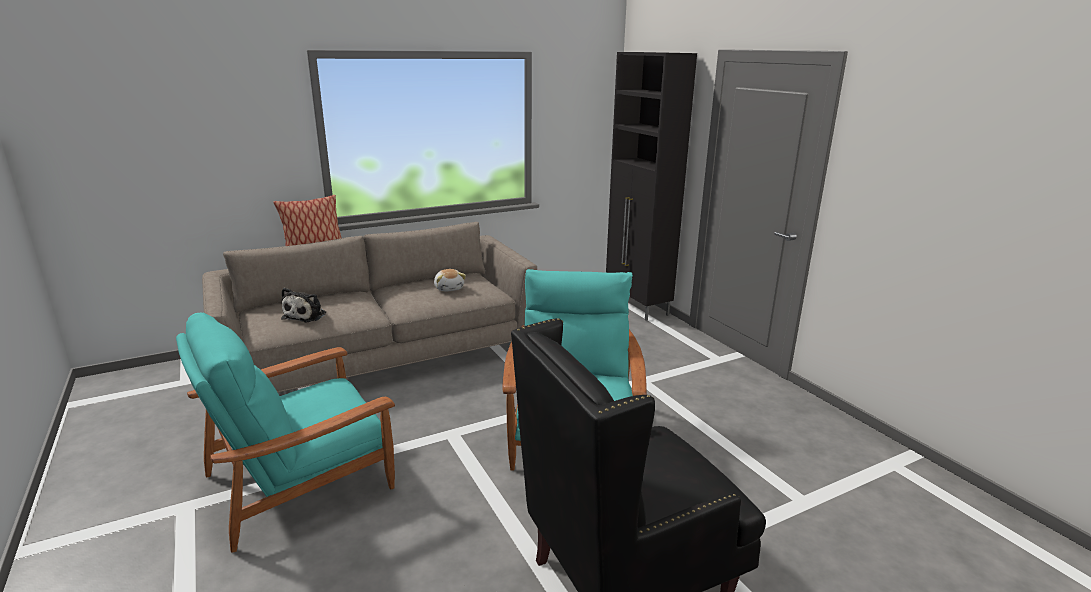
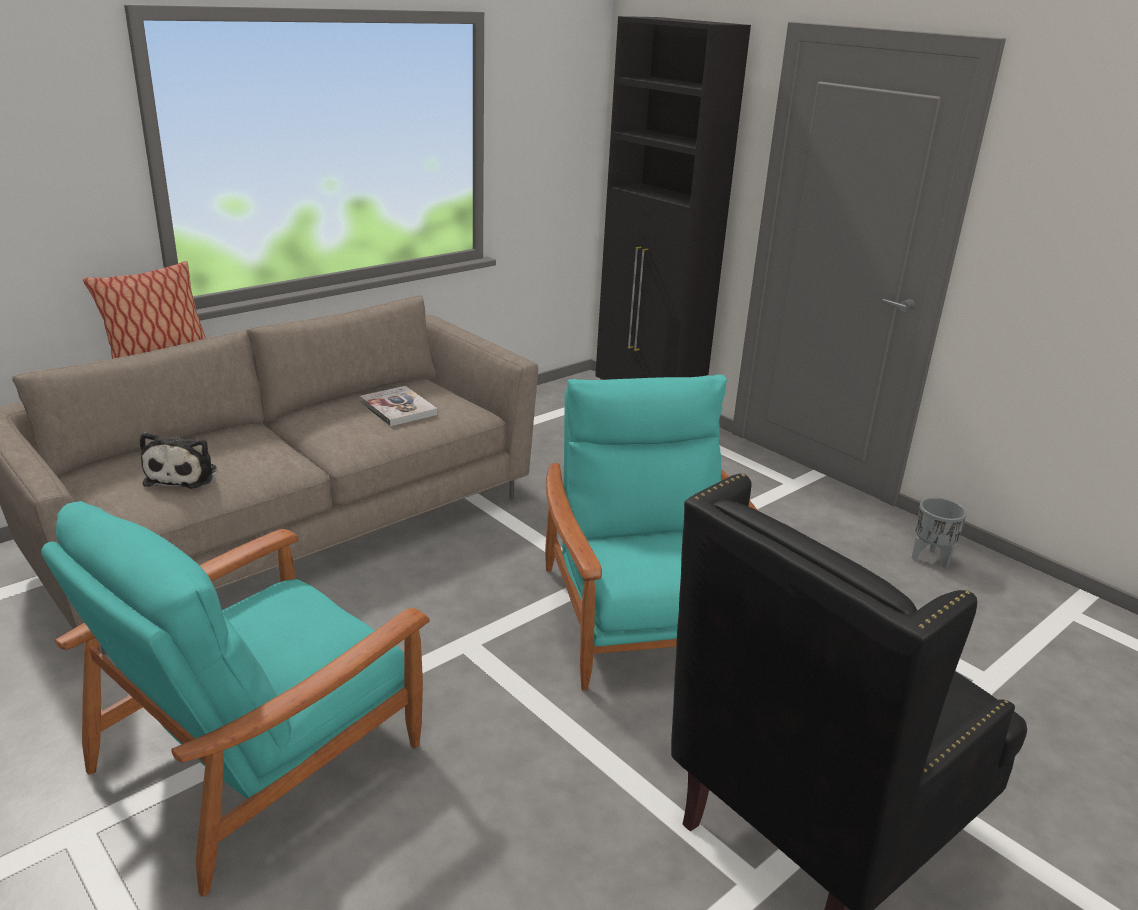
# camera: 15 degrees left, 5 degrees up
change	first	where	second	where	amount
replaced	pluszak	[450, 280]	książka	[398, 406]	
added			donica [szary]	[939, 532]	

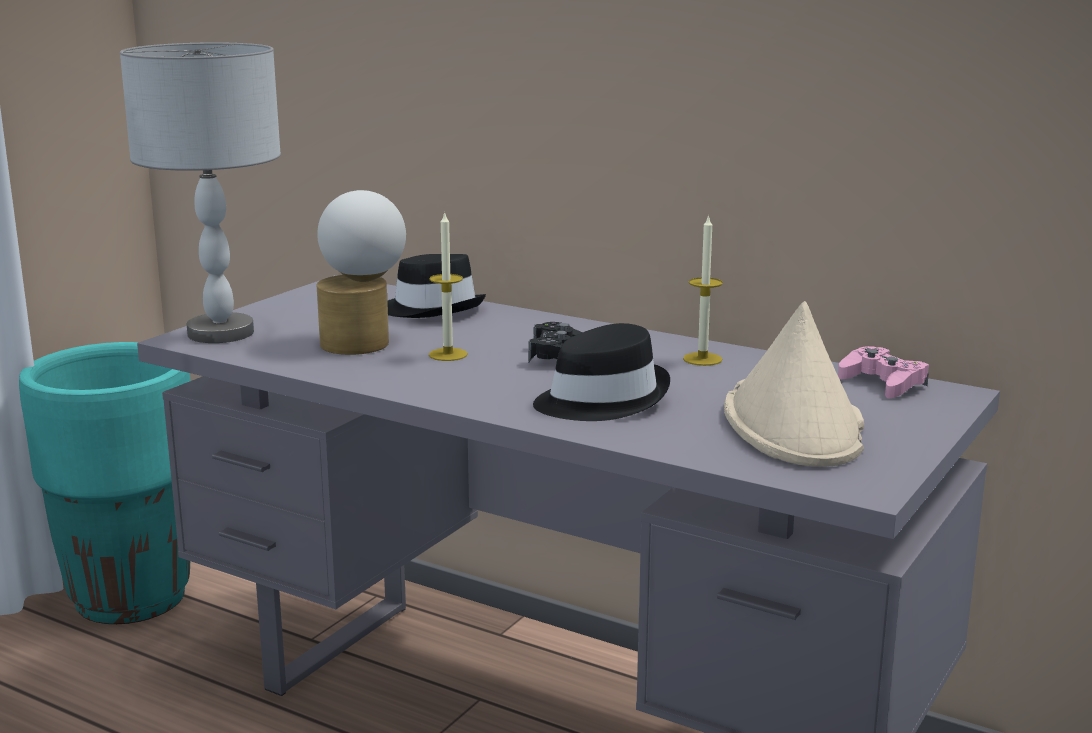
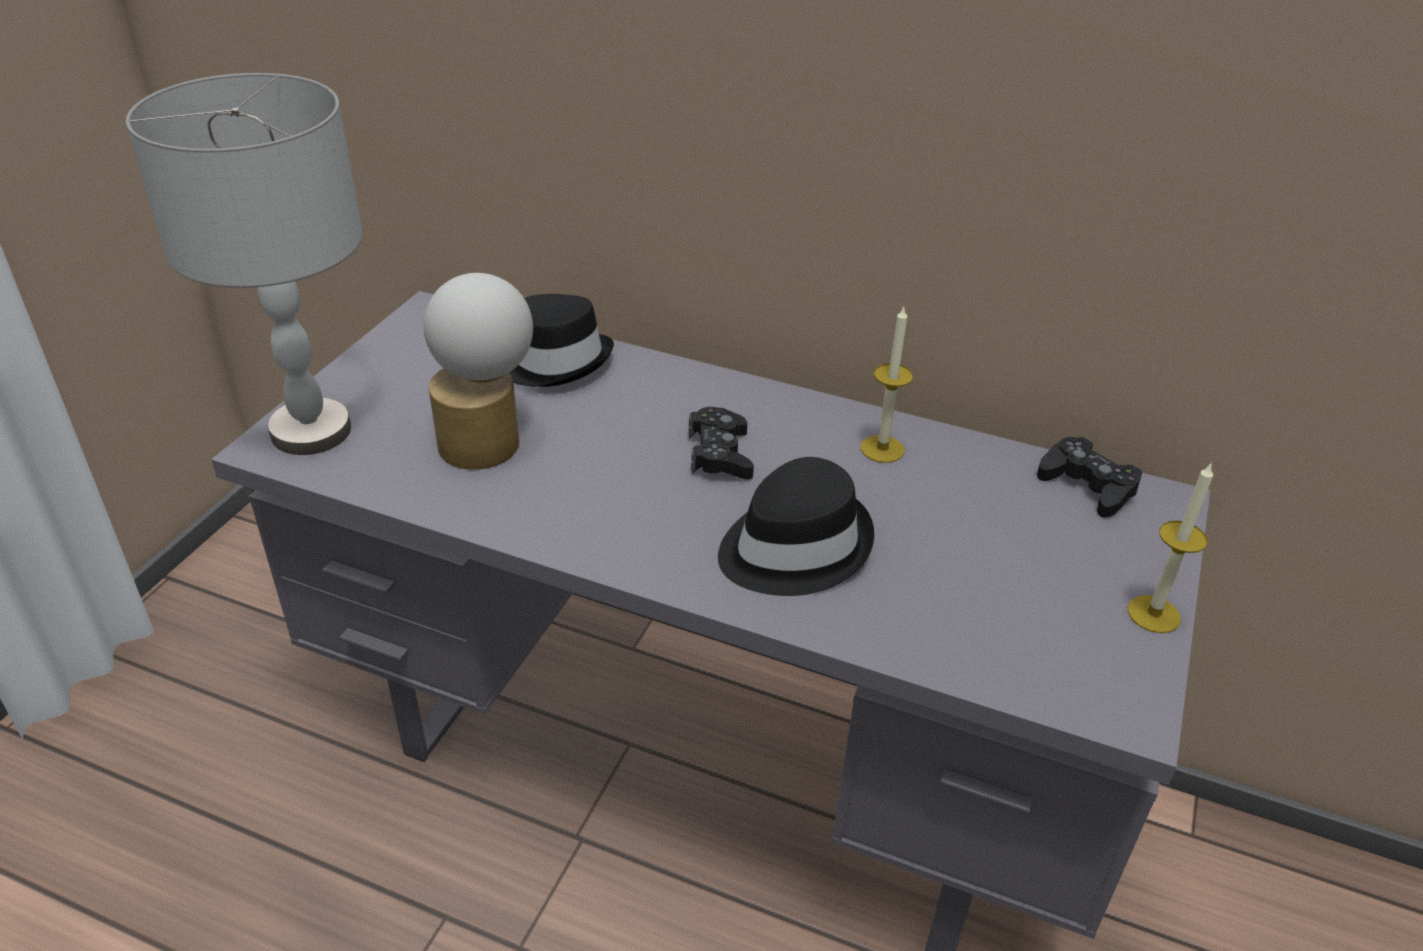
# camera: 10 degrees left, 20 degrees up
change	first	where	second	where	amount
moved	świeca	[448, 286]		[1170, 547]	
removed	kapelusz [beżowy]	[794, 384]			
removed	donica [turkusowy]	[105, 483]			
recoloured	pad do gier [różowy]	[883, 372]	pad do gier [czarny]	[1090, 477]	

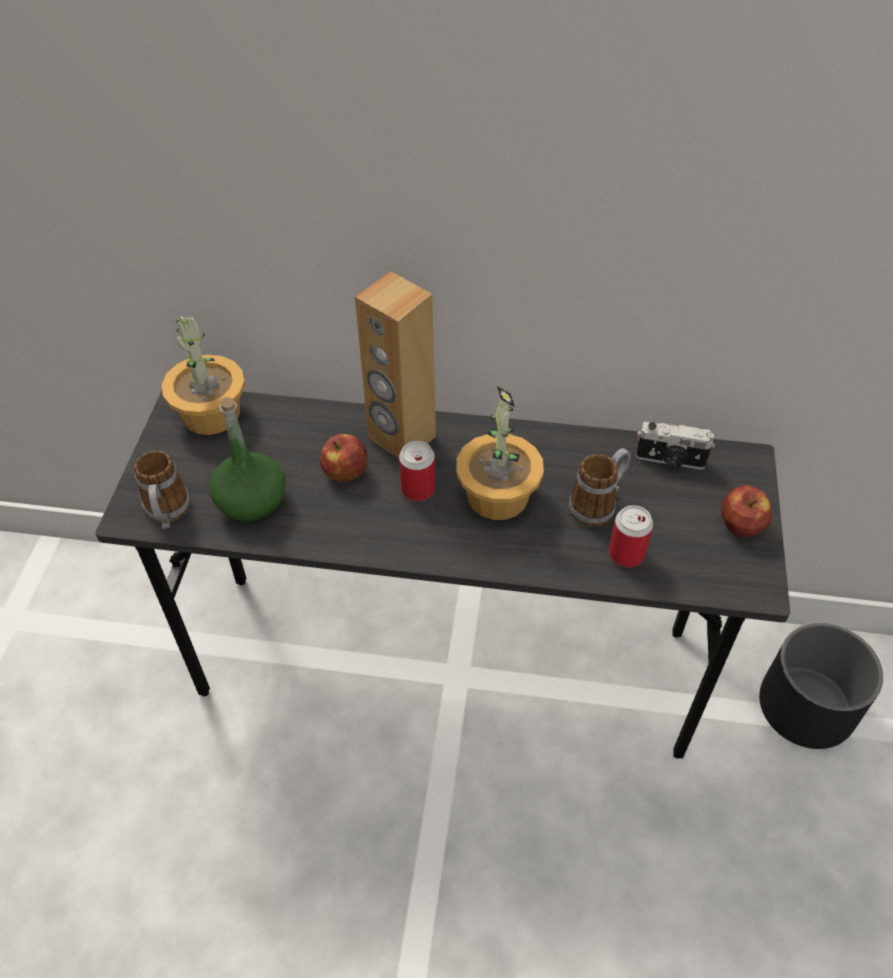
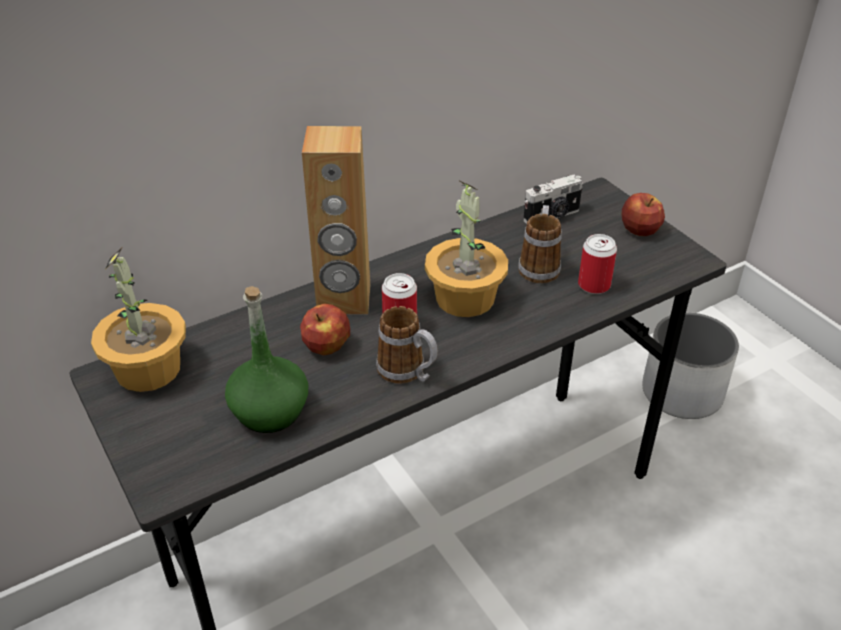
# camera: 40 degrees left, 10 degrees down
change	first	where	second	where	amount
moved	kubek	[162, 490]		[407, 344]	
recoloured	donica [czarny]	[821, 686]	donica [biały]	[691, 365]	

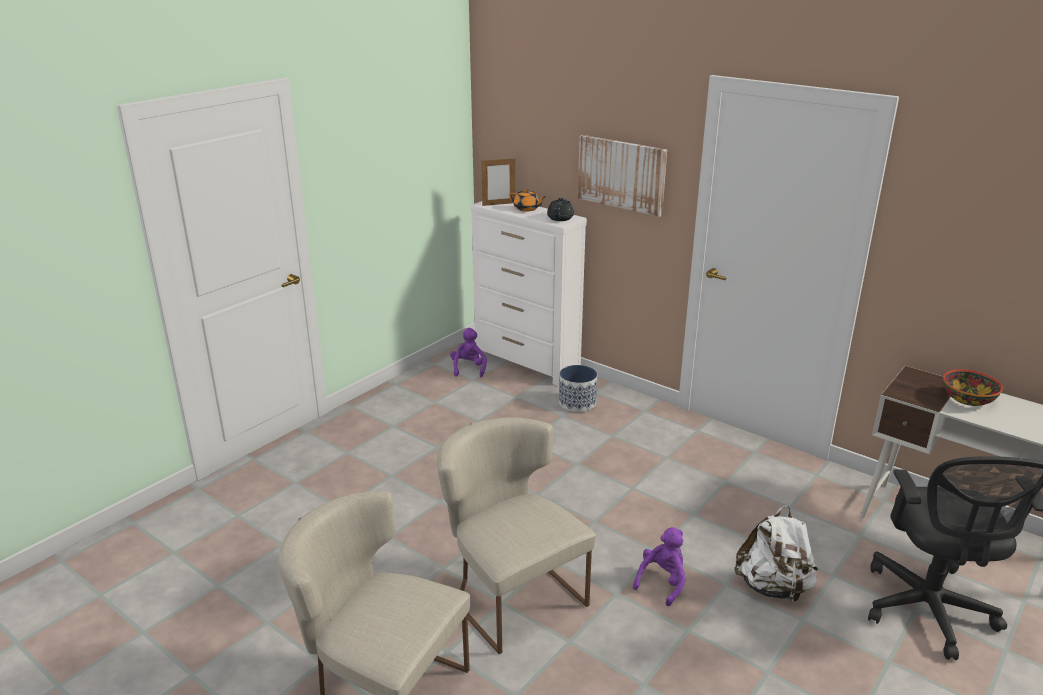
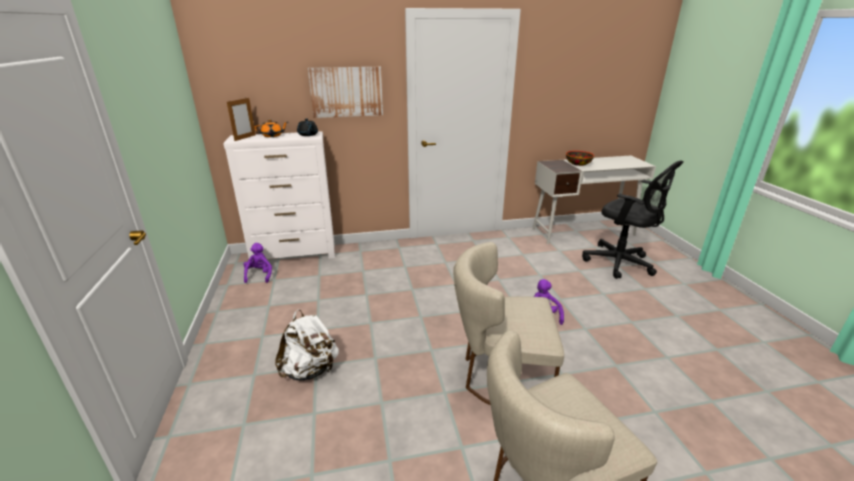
# camera: 50 degrees left, 0 degrees up
change	first	where	second	where	amount
turned	pluszak [fioletowy]	[468, 352]		[257, 263]	45 degrees clockwise
removed	donica	[578, 388]			
moved	plecak [biały]	[776, 554]		[307, 345]	

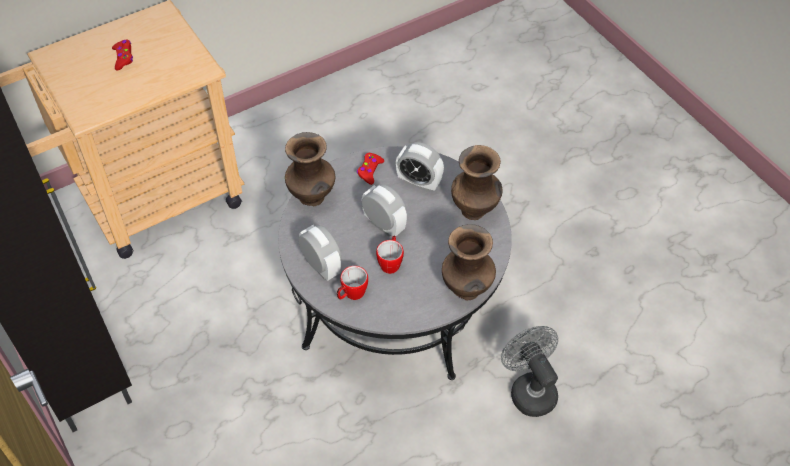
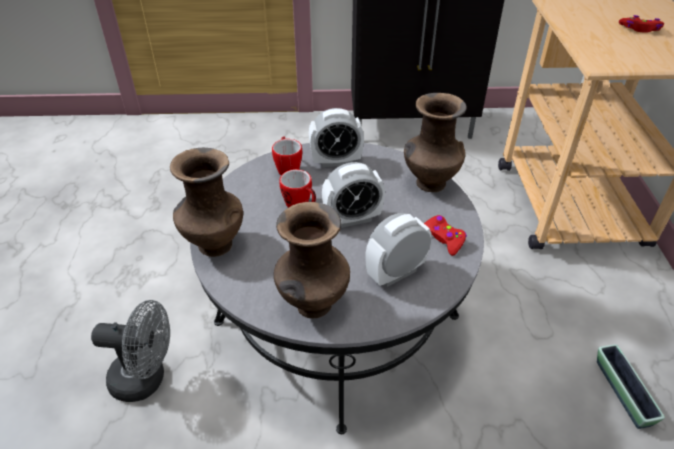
# camera: 120 degrees right, 10 degrees down
change	first	where	second	where	amount
added			donica	[631, 386]	

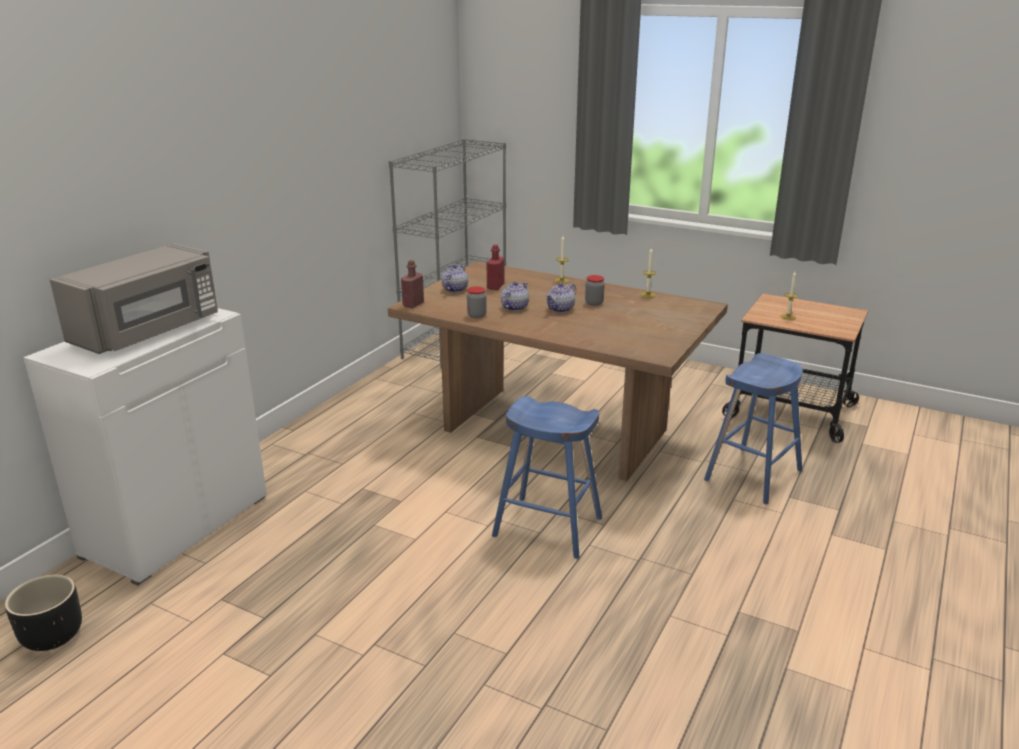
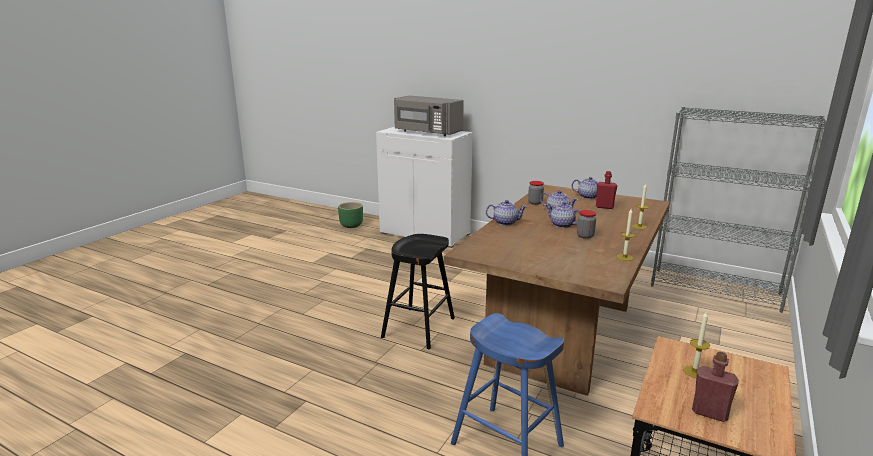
# camera: 90 degrees right, 5 degrees down
change	first	where	second	where	amount
moved	butelka [czerwony]	[412, 284]		[715, 387]	
recoloured	stołek [niebieski]	[547, 477]	stołek [czarny]	[418, 291]	
recoloured	donica [czarny]	[43, 612]	donica [zielony]	[350, 215]	
added			imbryk	[506, 213]	

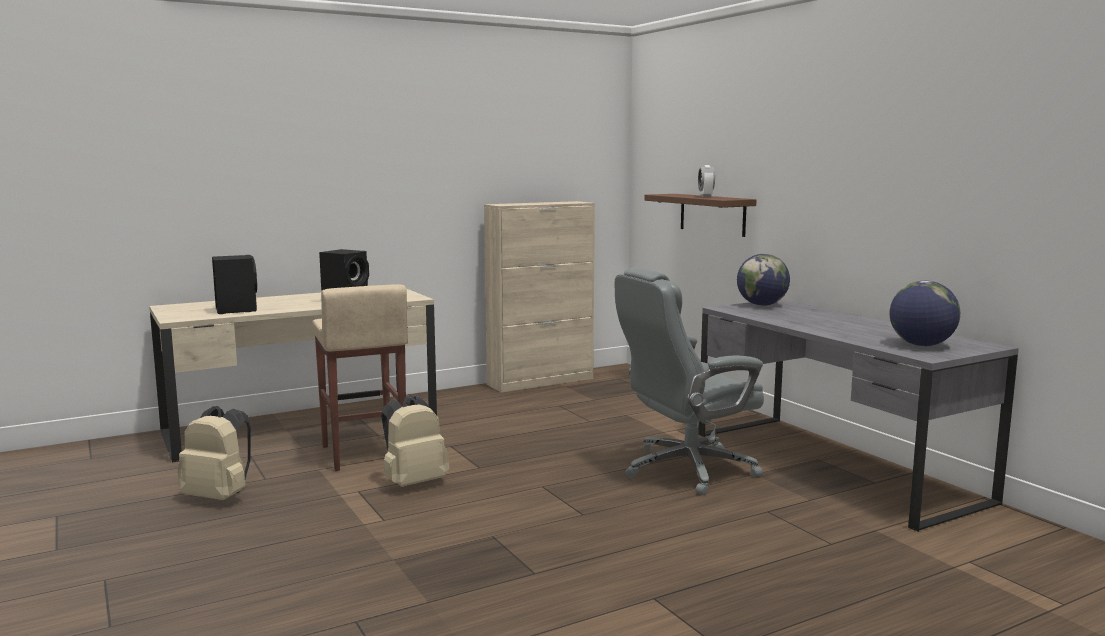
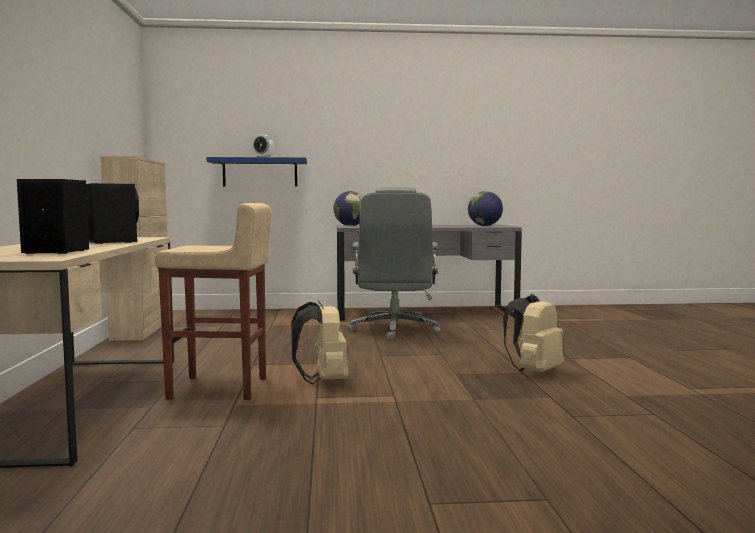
# camera: 65 degrees left, 5 degrees down
change	first	where	second	where	amount
recoloured	półka [brązowy]	[700, 215]	półka [niebieski]	[257, 172]	
moved	plecak [beżowy]	[214, 453]		[533, 333]	

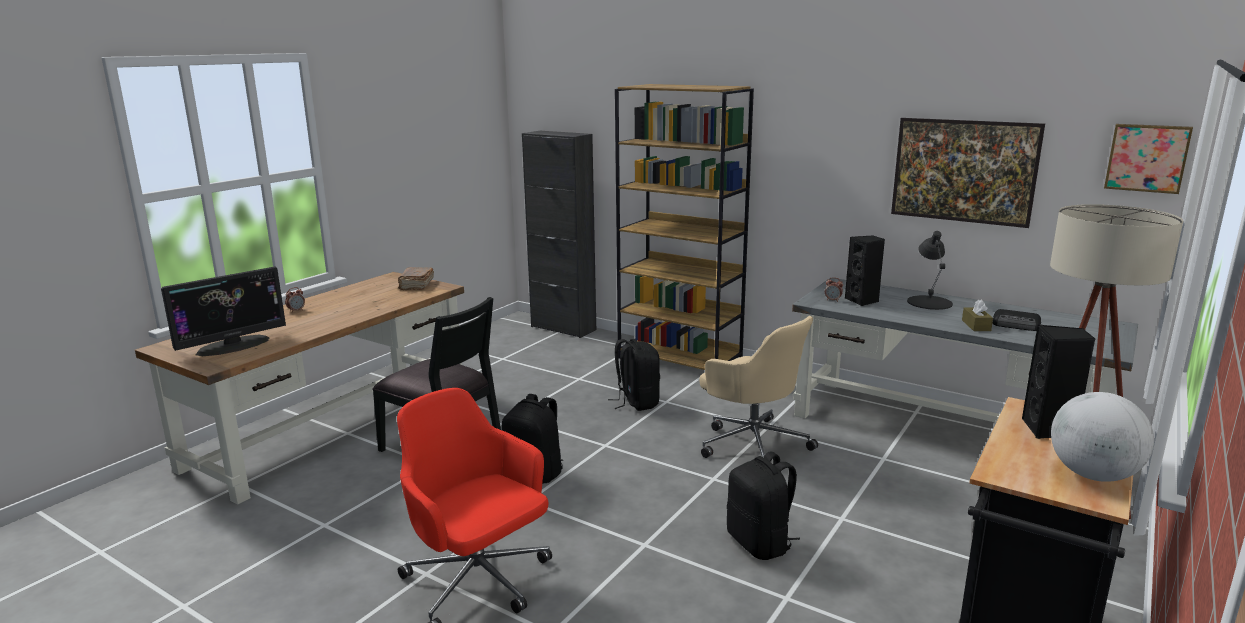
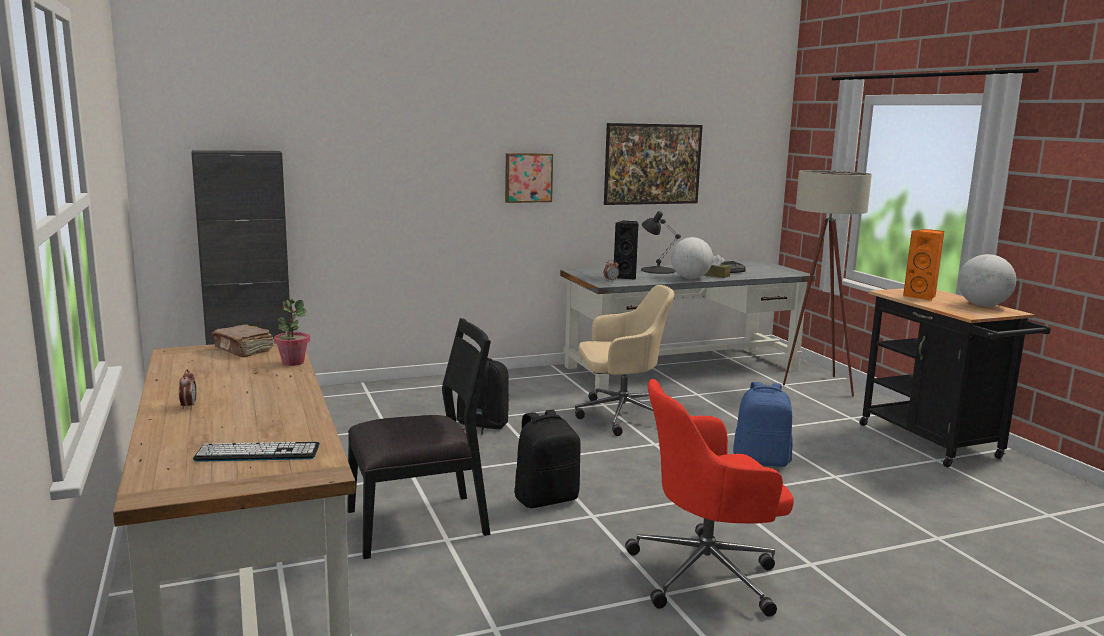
# camera: 55 degrees left, 5 degrees down
change	first	where	second	where	amount
removed	regał [brązowy]	[684, 227]			
moved	obraz	[1148, 159]		[529, 178]	
replaced	monitor	[223, 311]	klawiatura	[256, 452]	
recoloured	głośnik [czarny]	[1058, 381]	głośnik [pomarańczowy]	[923, 265]	
recoloured	plecak [czarny]	[763, 506]	plecak [niebieski]	[763, 424]	
added			globus	[692, 258]	
added			roślina doniczkowa	[292, 332]	

